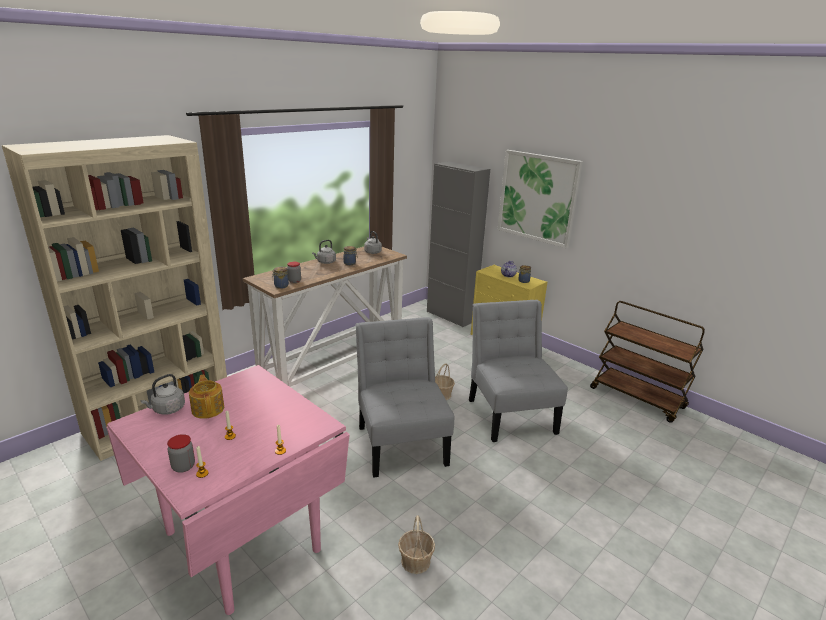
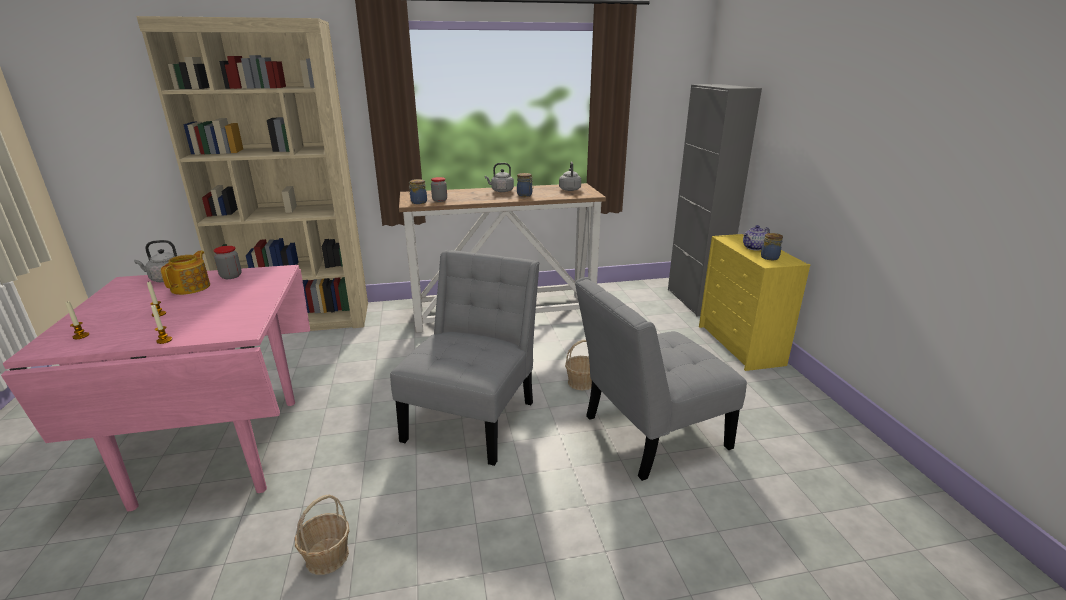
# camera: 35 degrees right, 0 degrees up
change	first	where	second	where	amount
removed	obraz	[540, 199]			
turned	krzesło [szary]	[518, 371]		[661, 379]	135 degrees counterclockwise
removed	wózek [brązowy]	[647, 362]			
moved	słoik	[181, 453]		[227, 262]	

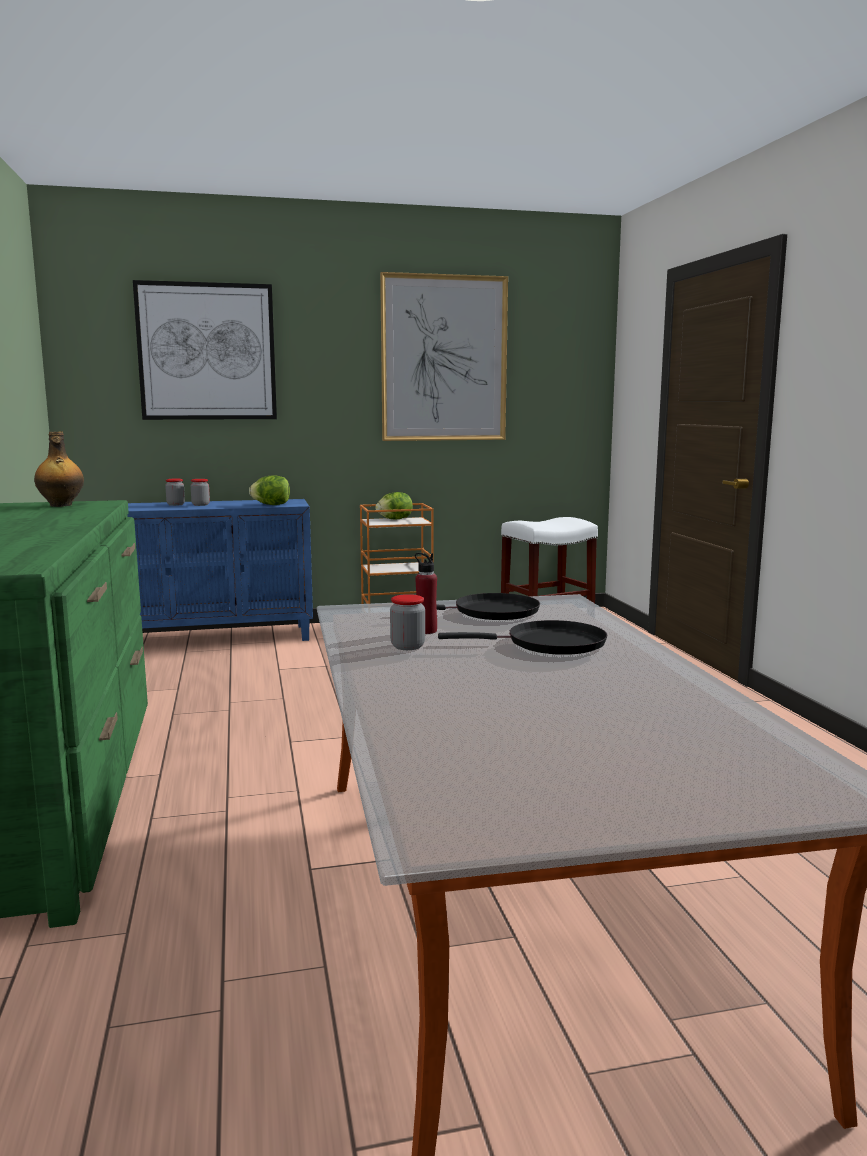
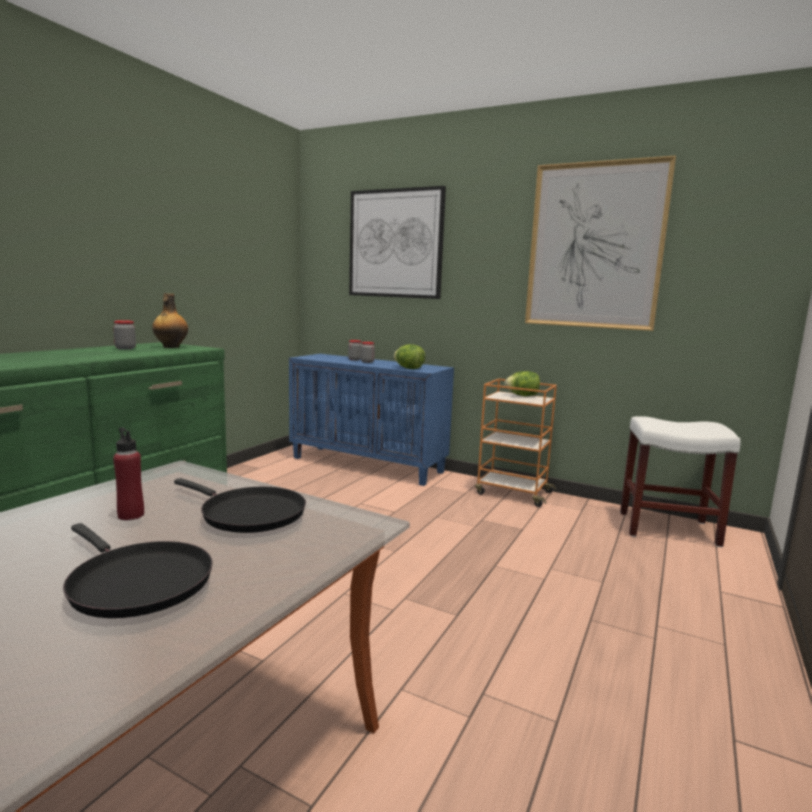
# camera: 40 degrees right, 0 degrees up
change	first	where	second	where	amount
moved	słoik	[407, 622]		[124, 335]	

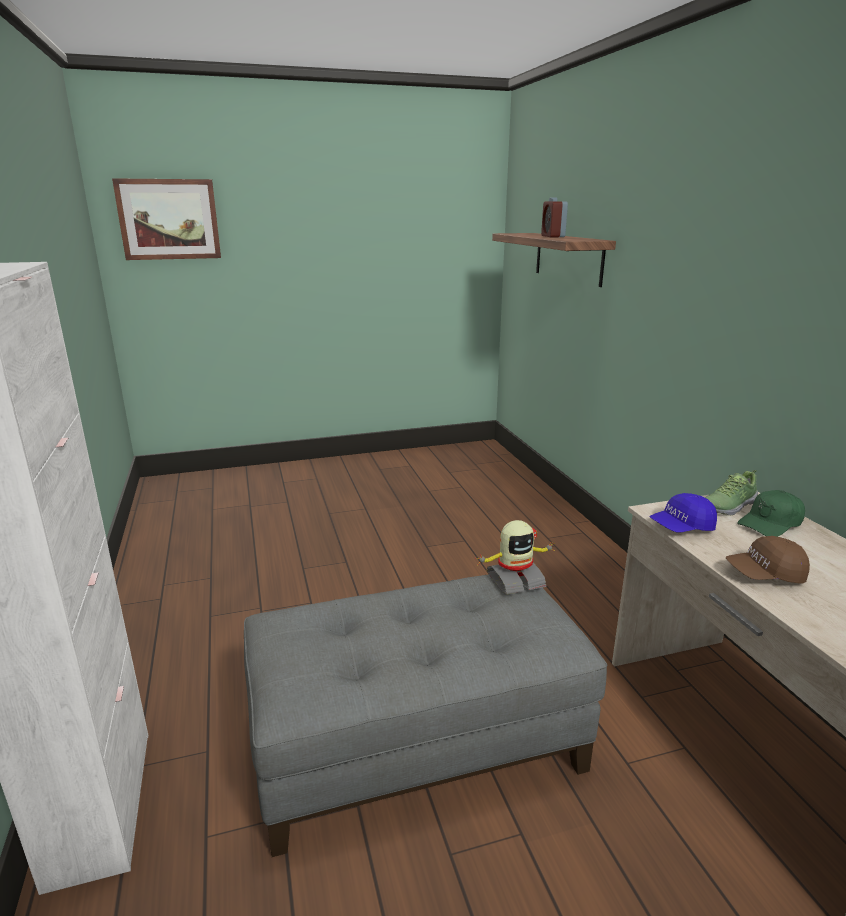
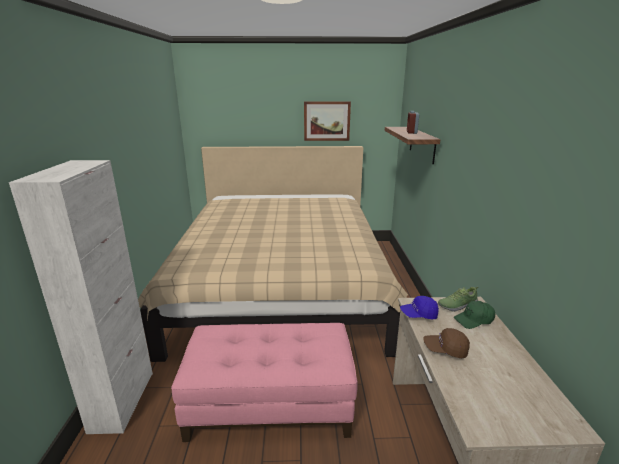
# camera: 15 degrees right, 0 degrees up
change	first	where	second	where	amount
moved	obraz	[166, 219]		[327, 121]	
removed	robot zabawkowy	[515, 557]			
recoloured	pufa [szary]	[425, 715]	pufa [różowy]	[264, 382]	
added			łóżko [beżowy]	[273, 254]	

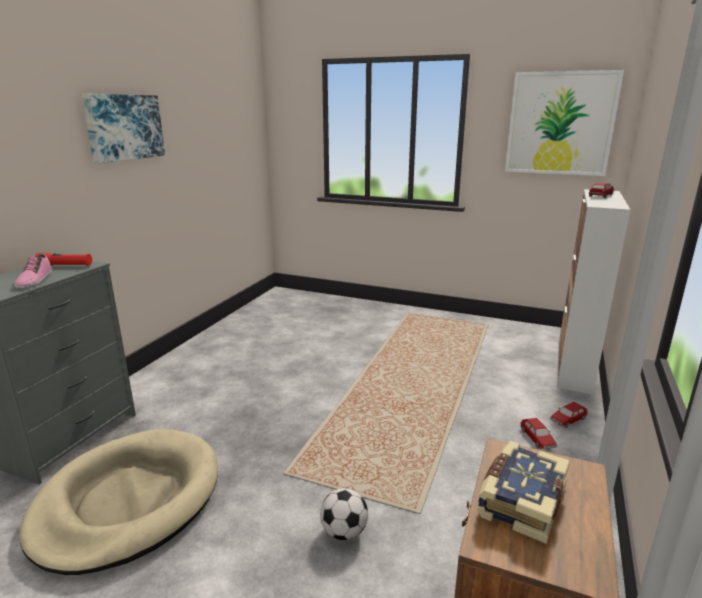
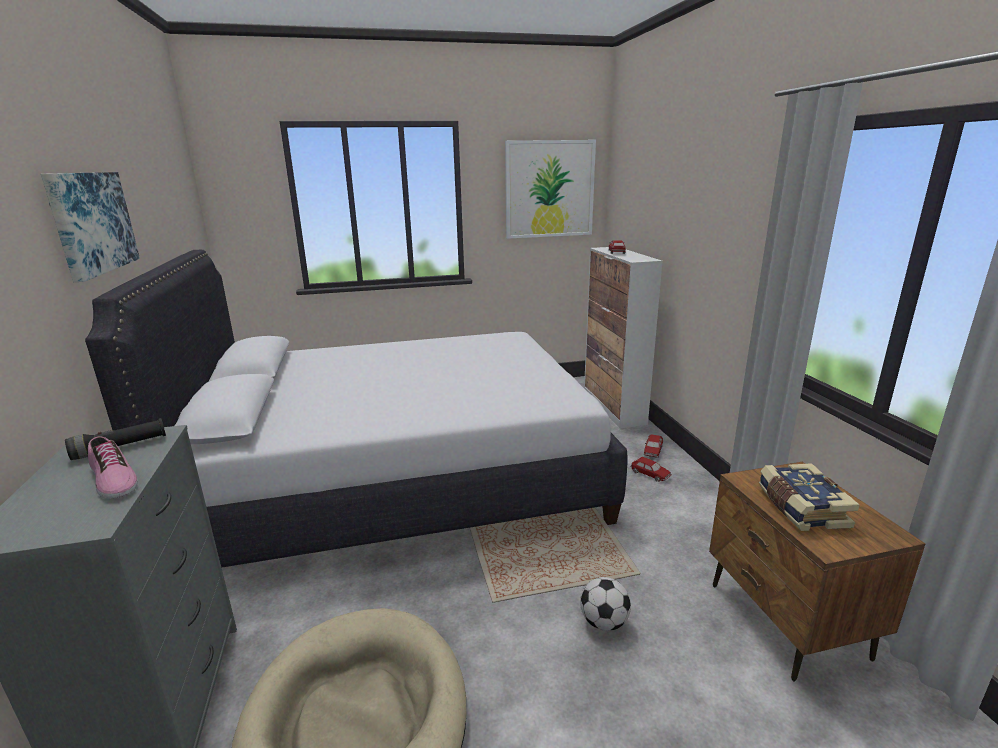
# camera: 35 degrees left, 0 degrees up
change	first	where	second	where	amount
recoloured	latarka [czerwony]	[63, 259]	latarka [czarny]	[115, 439]	
added			łóżko [biały]	[356, 409]	

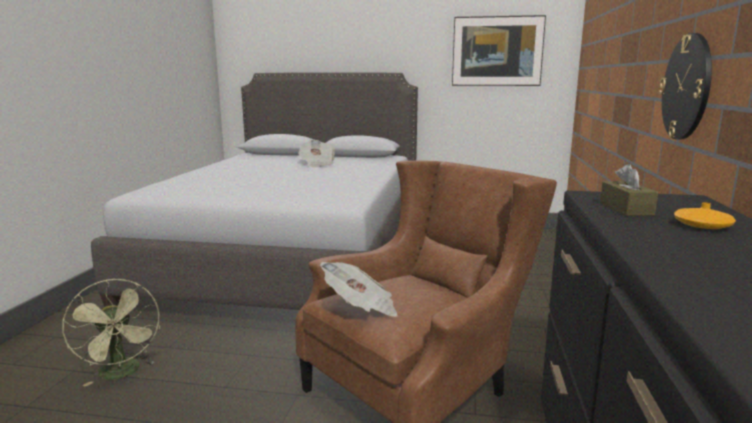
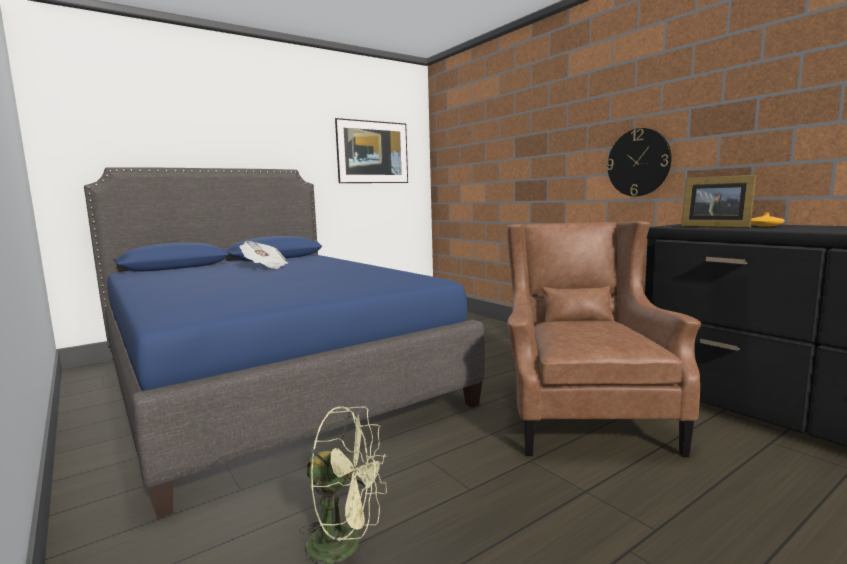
# camera: 45 degrees left, 5 degrees down
change	first	where	second	where	amount
recoloured	łóżko [szary]	[254, 191]	łóżko [niebieski]	[284, 343]	
replaced	pudełko chusteczek [brązowy]	[629, 190]	ramka na zdjęcie	[718, 201]	
removed	gazeta	[358, 289]			

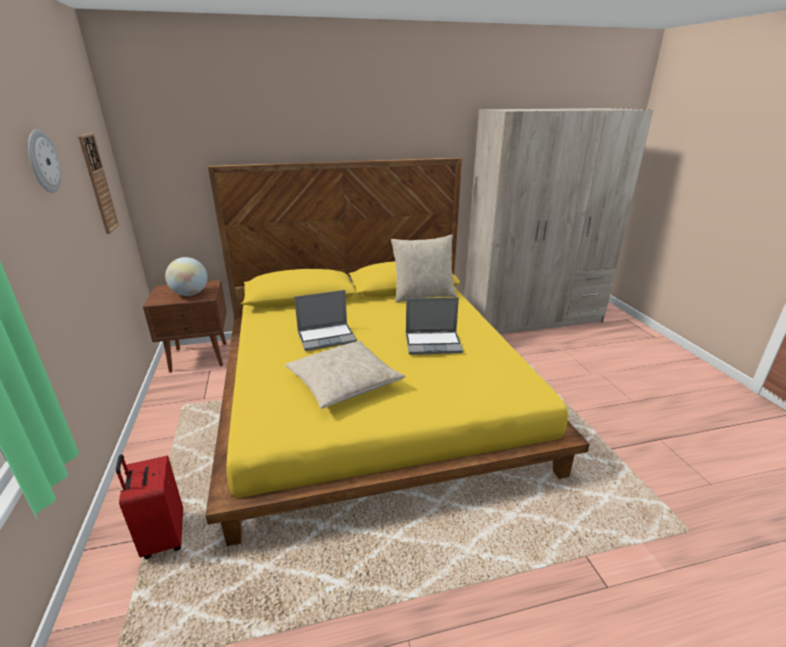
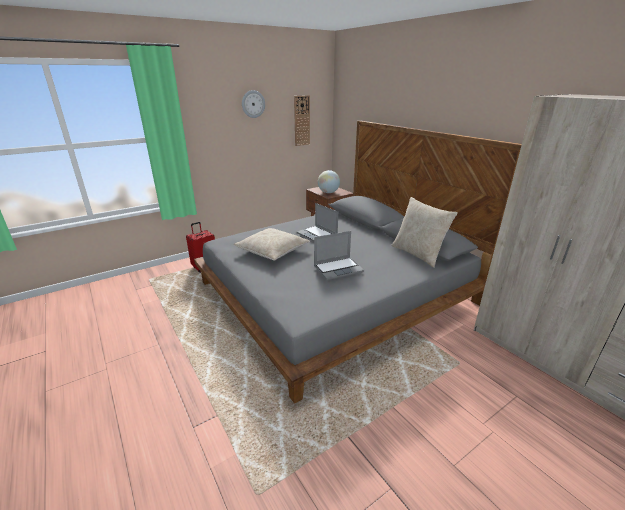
# camera: 70 degrees right, 0 degrees up
change	first	where	second	where	amount
recoloured	łóżko [żółty]	[397, 351]	łóżko [szary]	[358, 262]	
turned	laptop	[434, 326]		[339, 255]	90 degrees counterclockwise

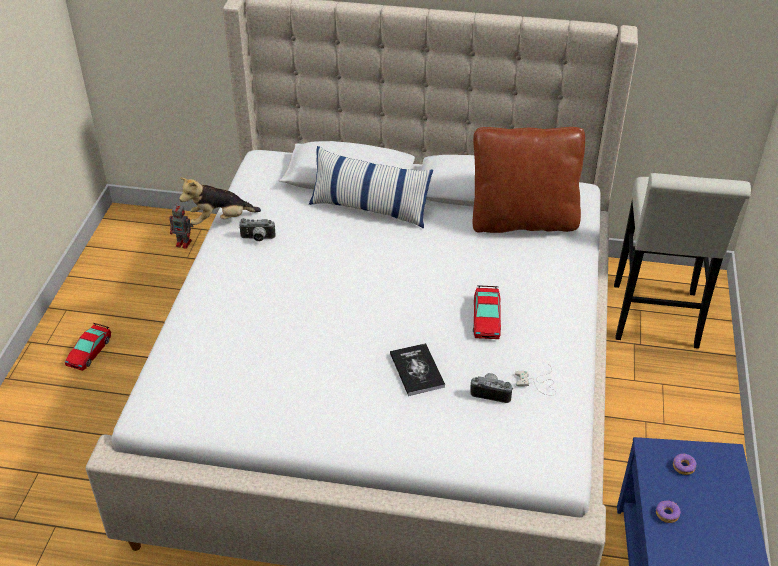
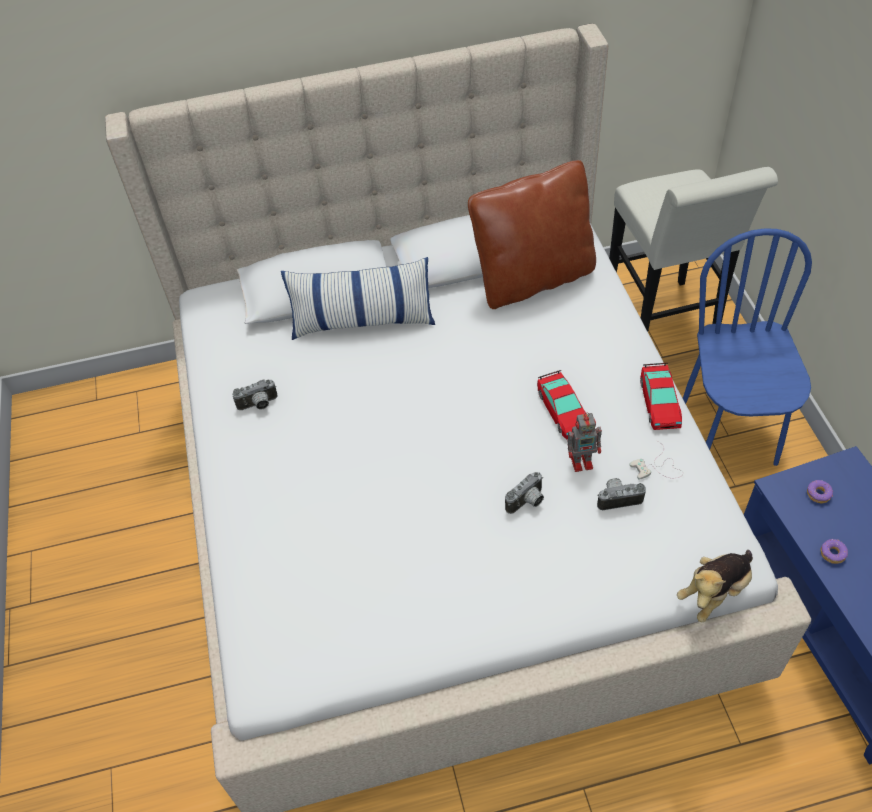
# camera: 20 degrees left, 10 degrees up
change	first	where	second	where	amount
moved	pluszak	[220, 201]		[715, 586]	
moved	robot zabawkowy	[181, 226]		[585, 442]	
moved	samochodzik	[88, 347]		[661, 396]	
replaced	książka	[417, 369]	aparat fotograficzny	[524, 493]	
added			krzesło [niebieski]	[747, 347]	

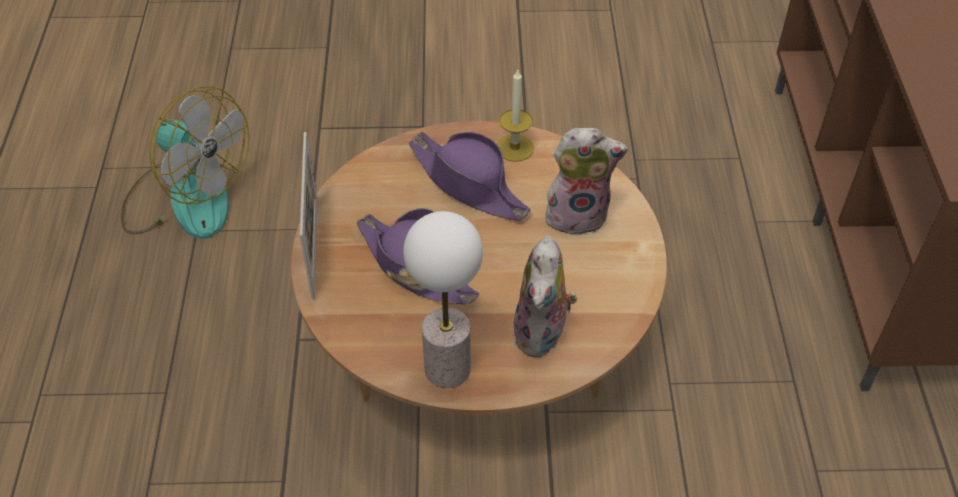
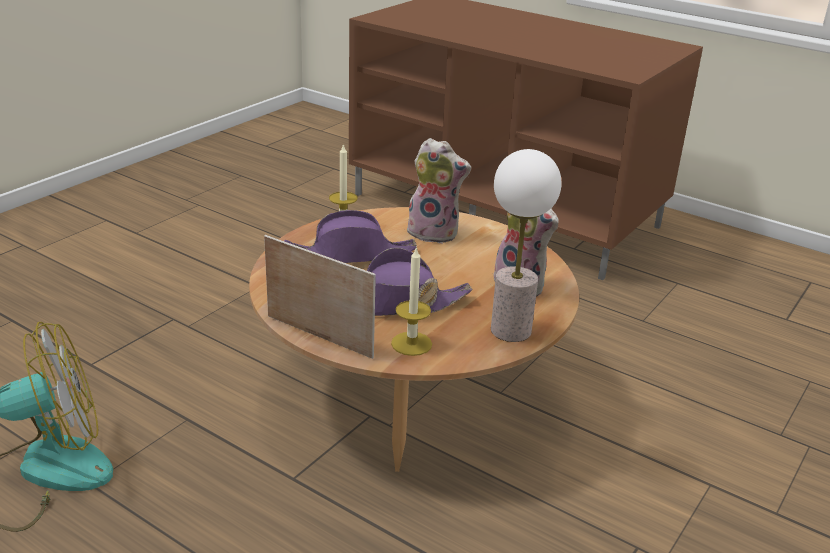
# camera: 55 degrees left, 20 degrees down
change	first	where	second	where	amount
turned	pluszak	[586, 182]		[439, 190]	75 degrees clockwise
added			świeca	[411, 301]	

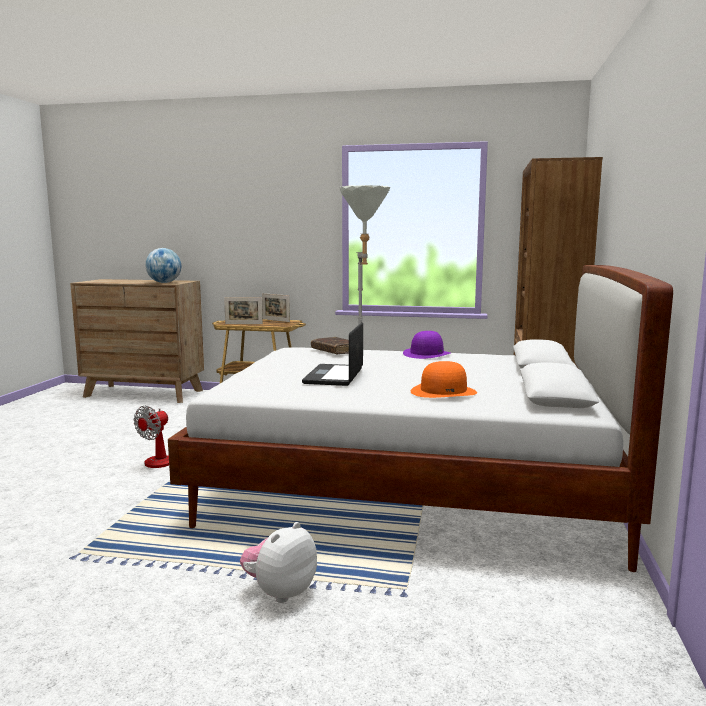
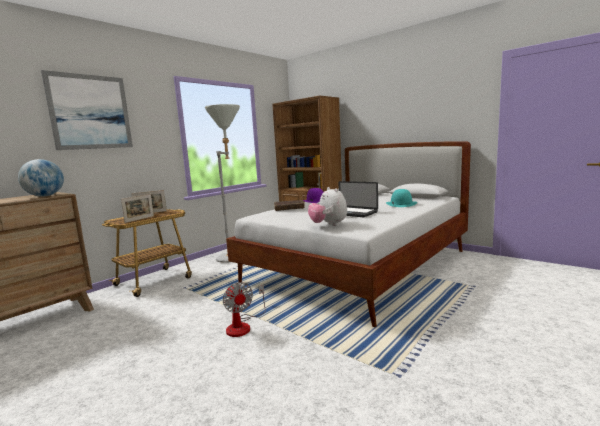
# camera: 60 degrees left, 0 degrees up
change	first	where	second	where	amount
recoloured	kapelusz [pomarańczowy]	[444, 379]	kapelusz [turkusowy]	[401, 198]	
moved	pluszak	[278, 562]		[327, 206]	
added			obraz	[87, 110]	

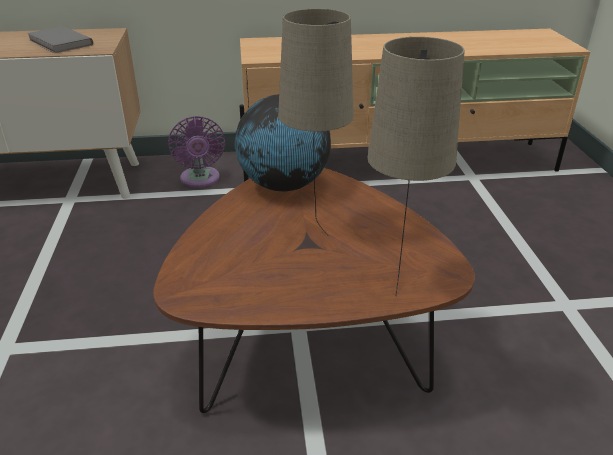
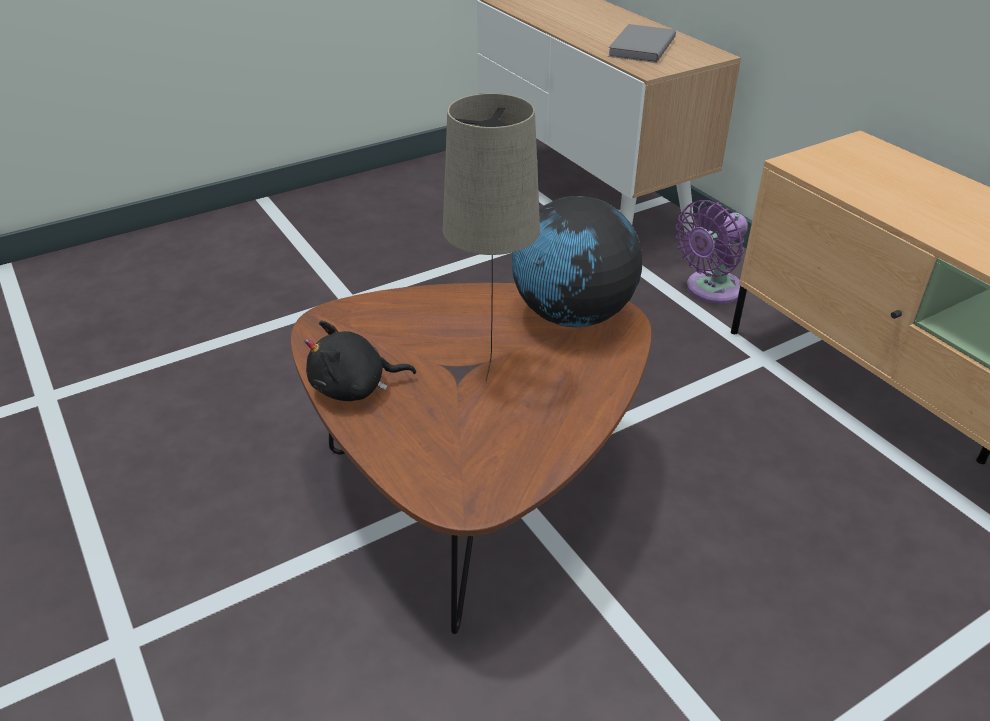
# camera: 65 degrees right, 5 degrees up
change	first	where	second	where	amount
removed	lampa stołowa [beżowy]	[416, 166]			
added			pluszak [czarny]	[360, 361]	

